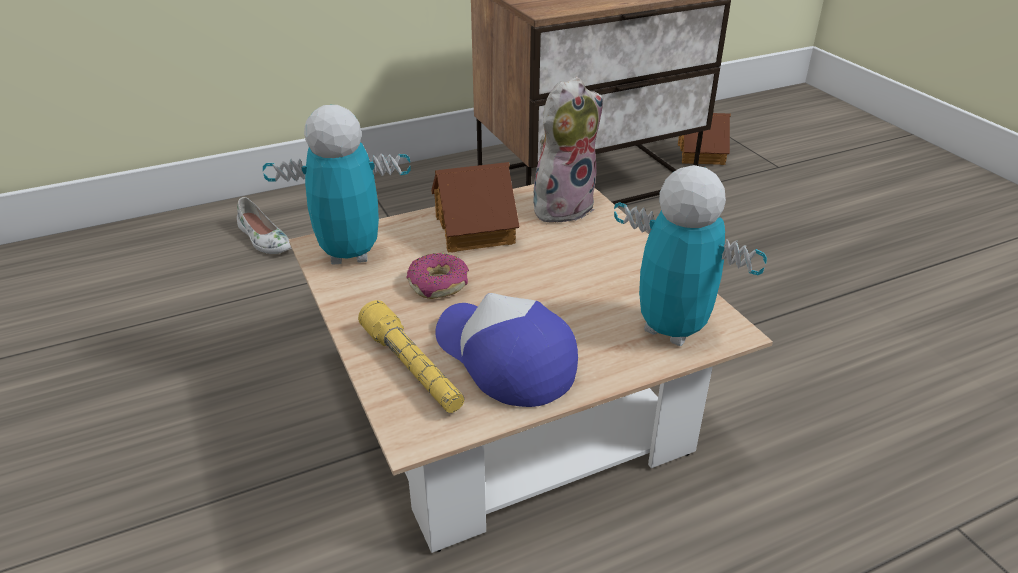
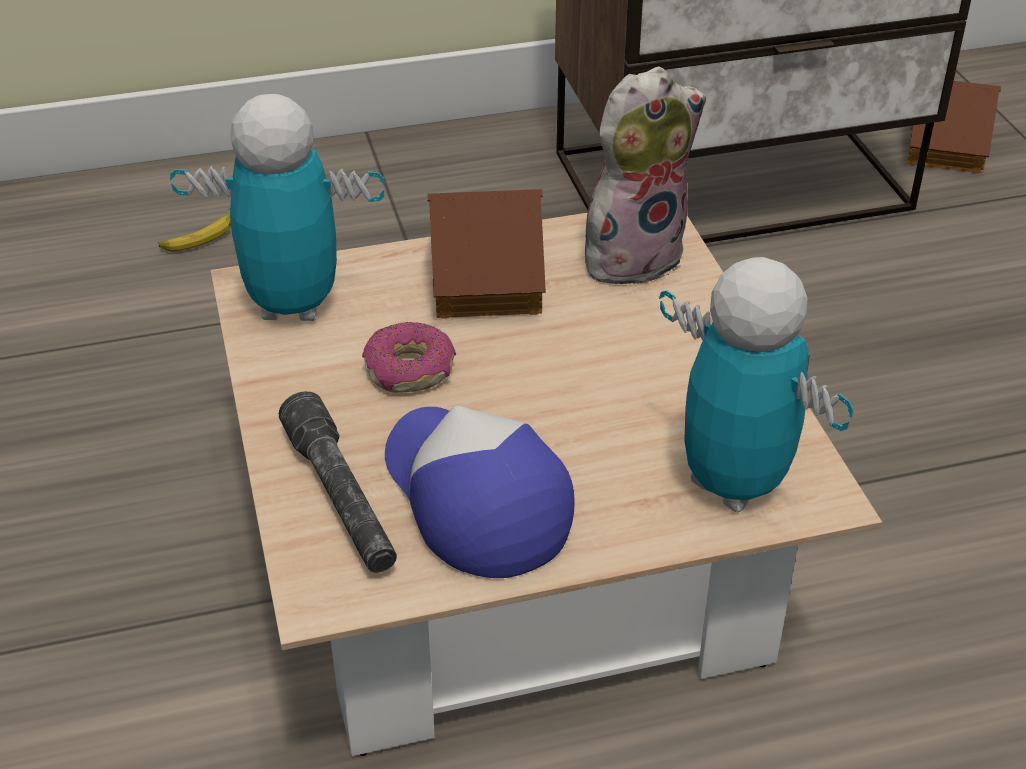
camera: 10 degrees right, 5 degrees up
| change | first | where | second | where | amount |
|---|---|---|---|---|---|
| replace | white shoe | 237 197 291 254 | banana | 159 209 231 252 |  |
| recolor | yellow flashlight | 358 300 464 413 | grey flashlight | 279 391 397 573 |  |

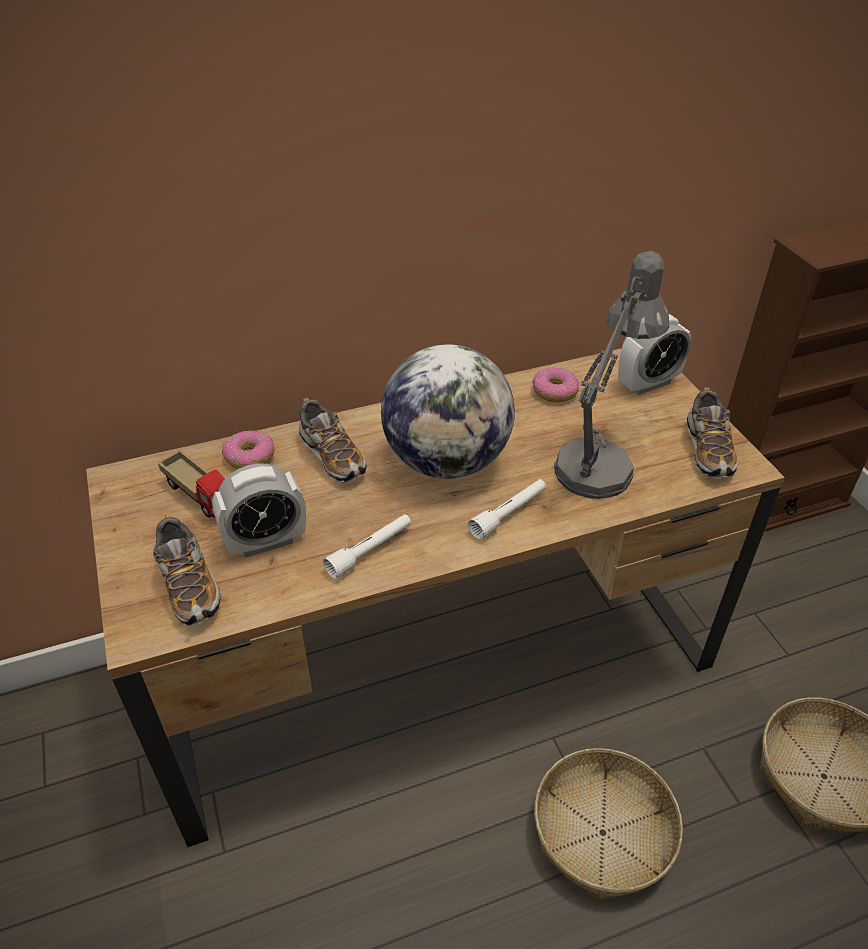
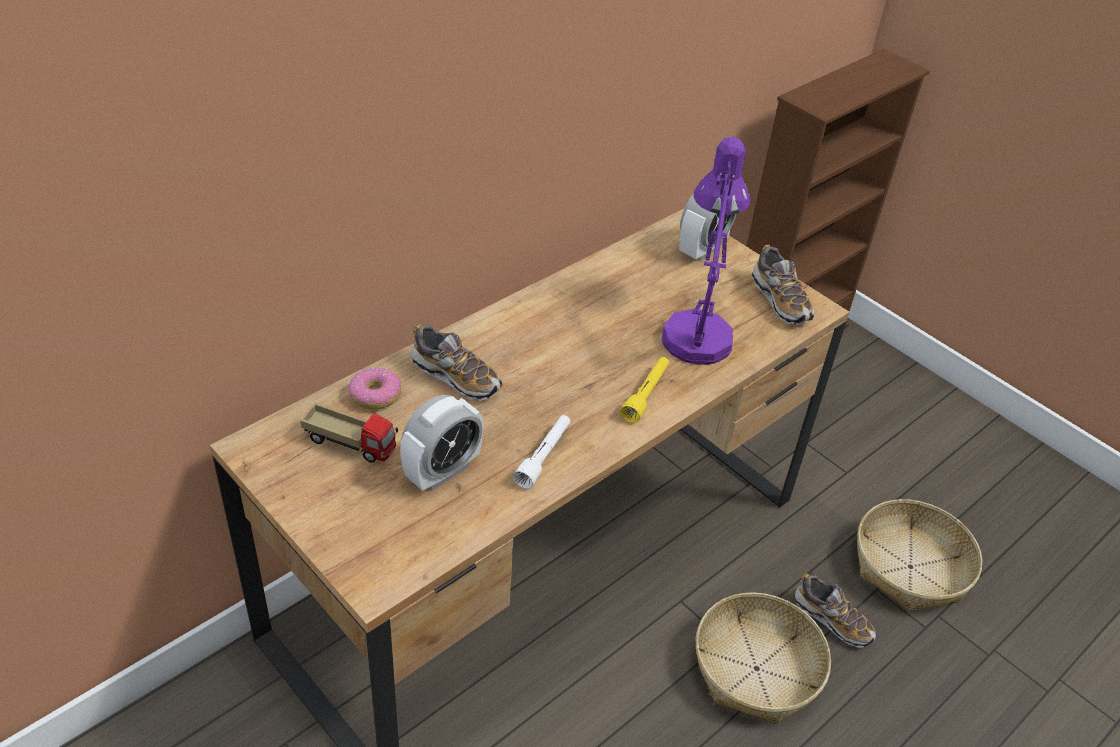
camera: 25 degrees left, 0 degrees up
| change | first | where | second | where | amount |
|---|---|---|---|---|---|
| move | shoe | 153 515 221 626 |  | 795 573 876 648 |  |
| delete | globe | 381 344 515 479 |  |  |  |
| recolor | white flashlight | 468 479 546 540 | yellow flashlight | 620 357 669 423 |  |
| delete | donut | 532 367 579 402 |  |  |  |
| recolor | grey table lamp | 554 251 669 499 | purple table lamp | 662 137 751 365 |  |

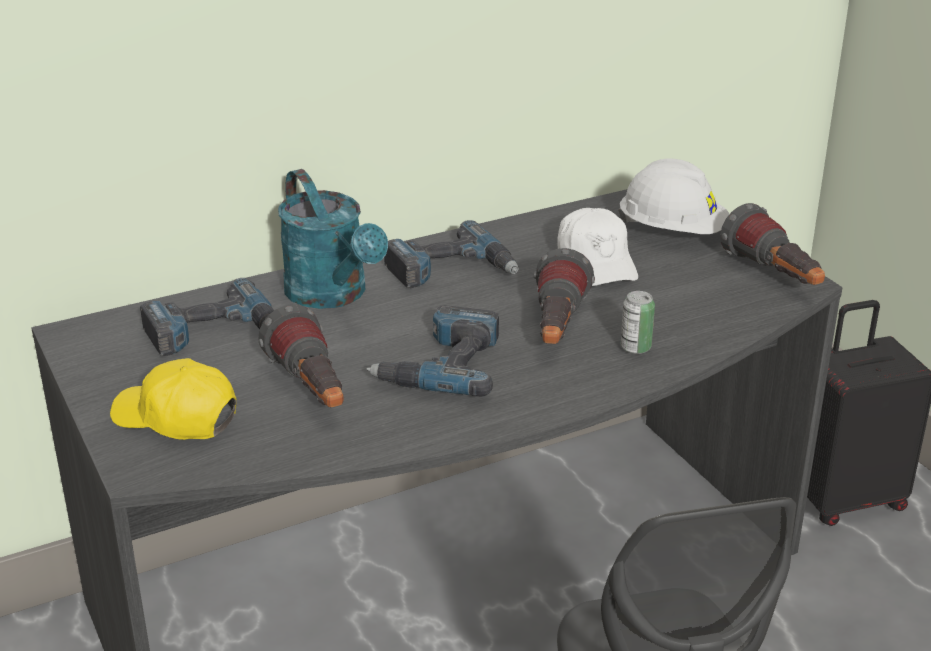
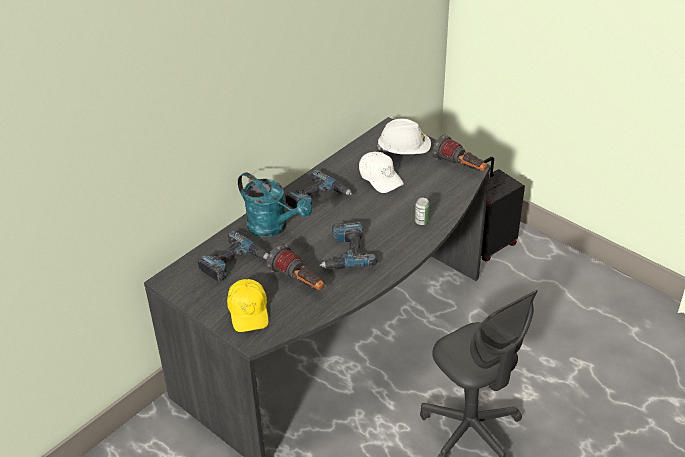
camera: 20 degrees left, 10 degrees up
| change | first | where | second | where | amount |
|---|---|---|---|---|---|
| rotate | yellow cap | 110 358 237 440 |  | 227 279 268 332 | 105 degrees counterclockwise |
| delete | flashlight | 534 248 595 344 |  |  |  |

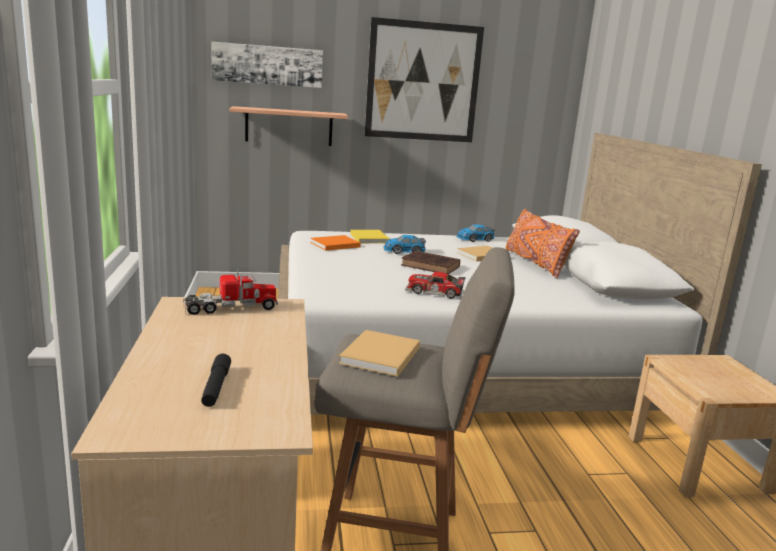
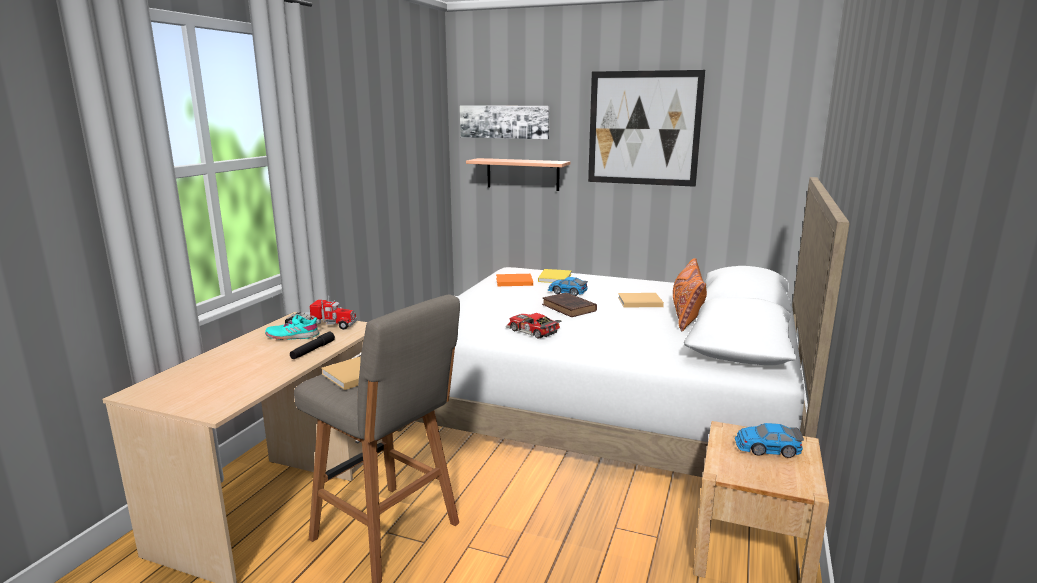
camera: 30 degrees right, 0 degrees up
| change | first | where | second | where | amount |
|---|---|---|---|---|---|
| move | black flashlight | 201 354 231 407 |  | 290 332 335 359 |  |
| move | toy car | 456 224 495 242 |  | 735 423 804 458 |  |
| insert |  |  | turquoise shoe | 265 315 319 340 |  |

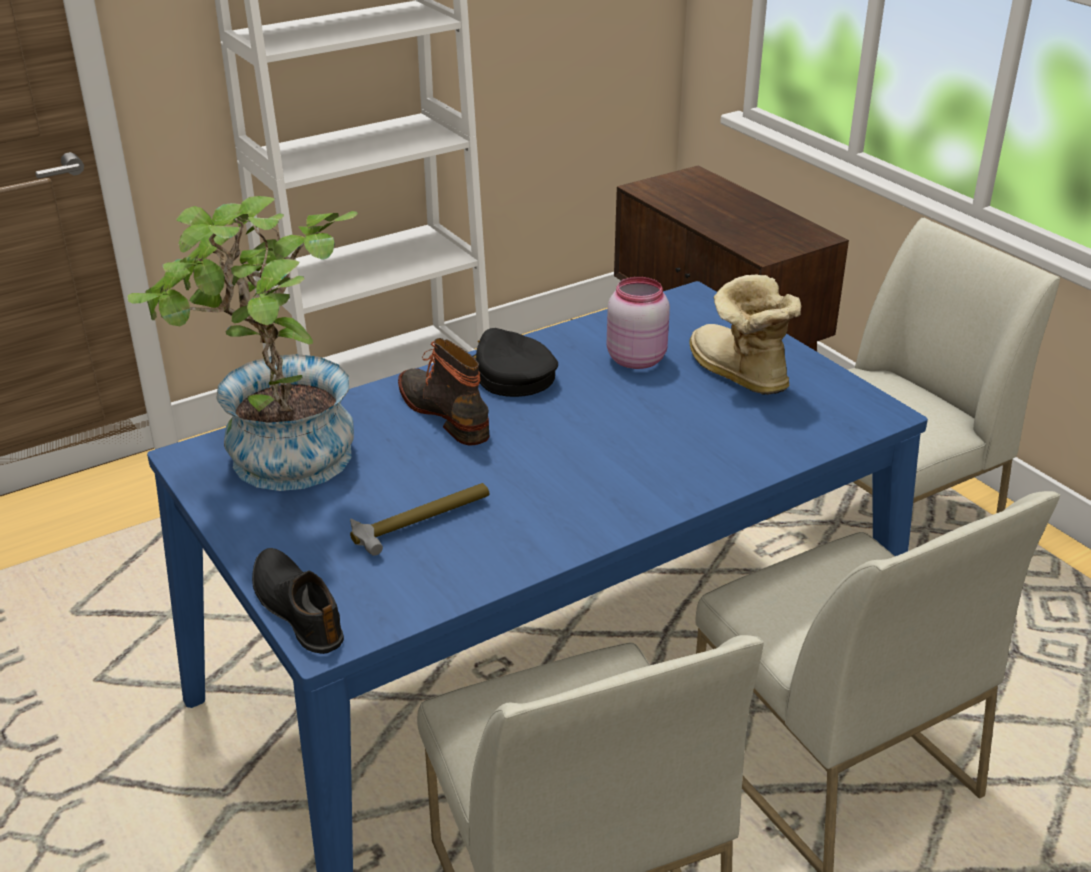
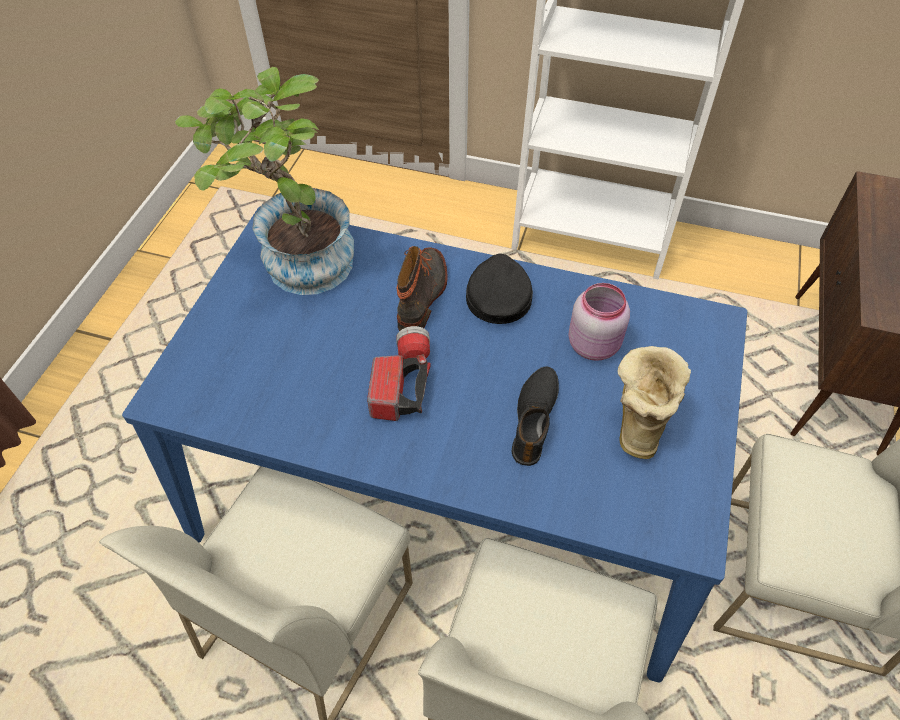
camera: 50 degrees right, 20 degrees up
| change | first | where | second | where | amount |
|---|---|---|---|---|---|
| move | black shoe | 252 548 344 654 |  | 512 367 559 466 |  |
| delete | hammer | 350 483 489 556 |  |  |  |
| insert |  |  | flashlight | 367 326 431 421 |  |

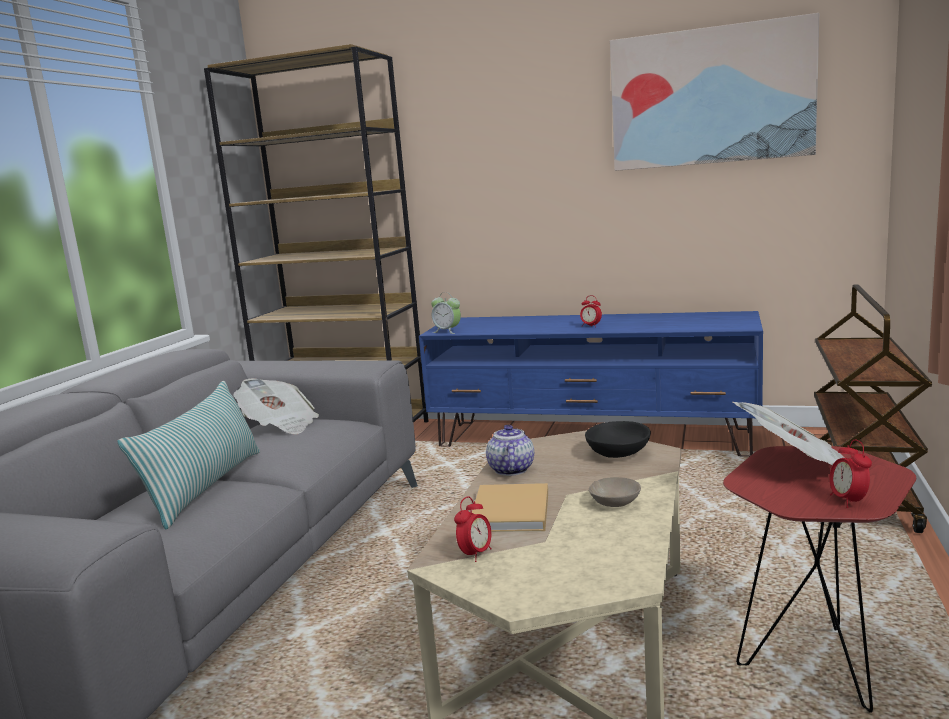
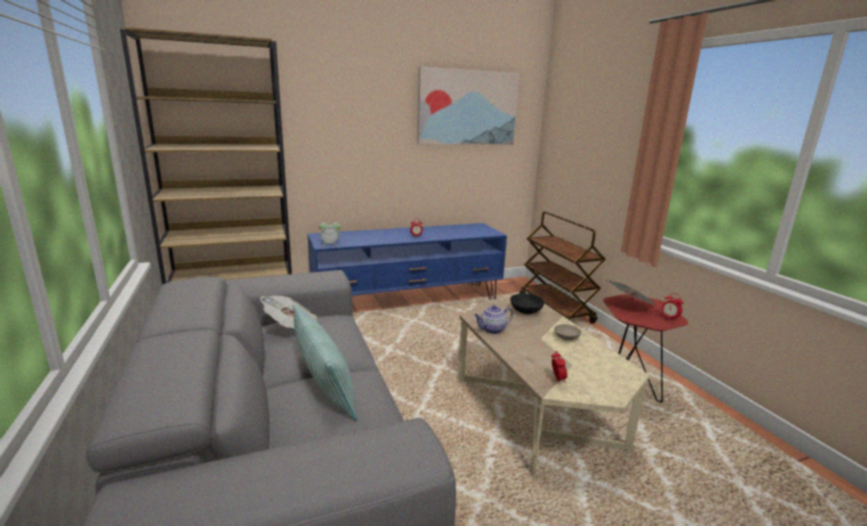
camera: 40 degrees left, 5 degrees up
| change | first | where | second | where | amount |
|---|---|---|---|---|---|
| delete | beige book | 472 483 548 532 |  |  |  |
| rotate | teapot | 486 425 534 476 |  | 474 305 513 334 | 75 degrees counterclockwise |

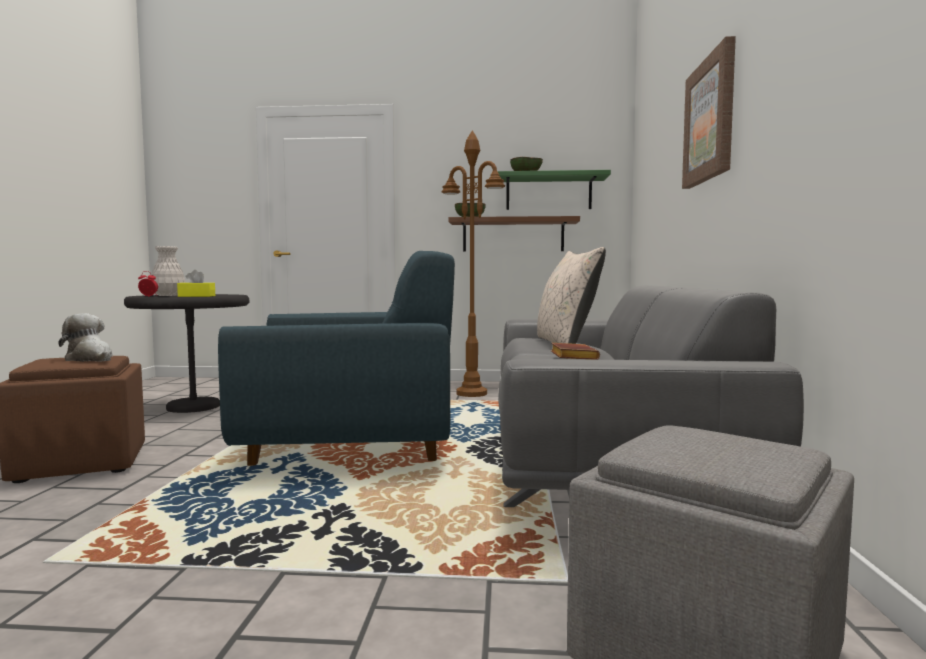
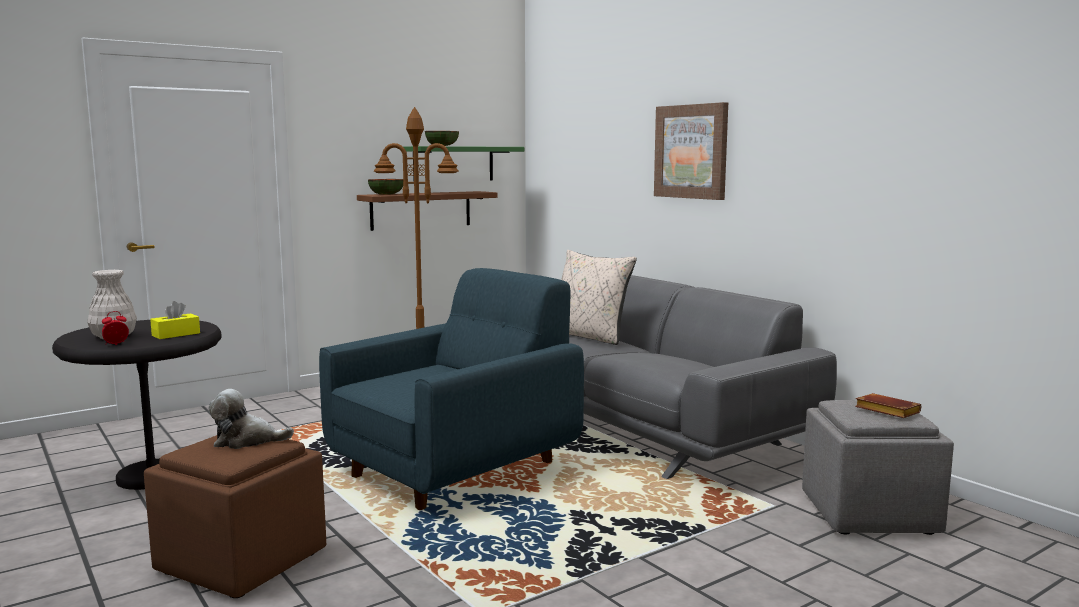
camera: 40 degrees left, 5 degrees up
| change | first | where | second | where | amount |
|---|---|---|---|---|---|
| move | brown book | 551 343 600 360 |  | 855 393 921 418 |  |

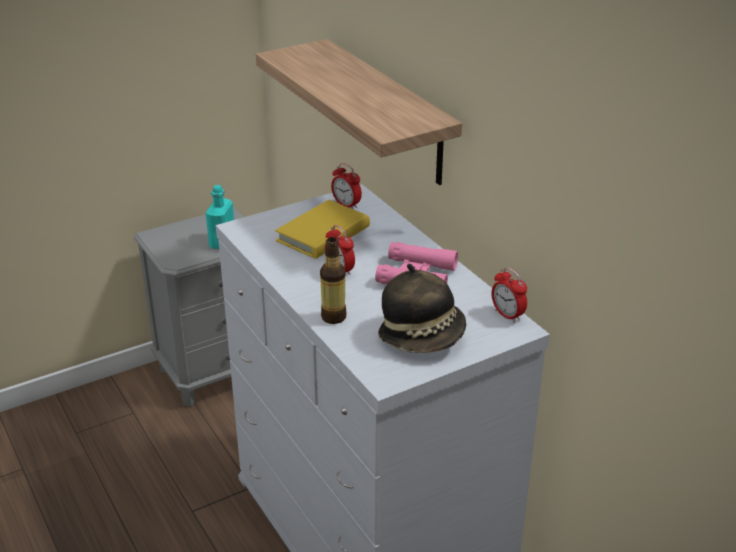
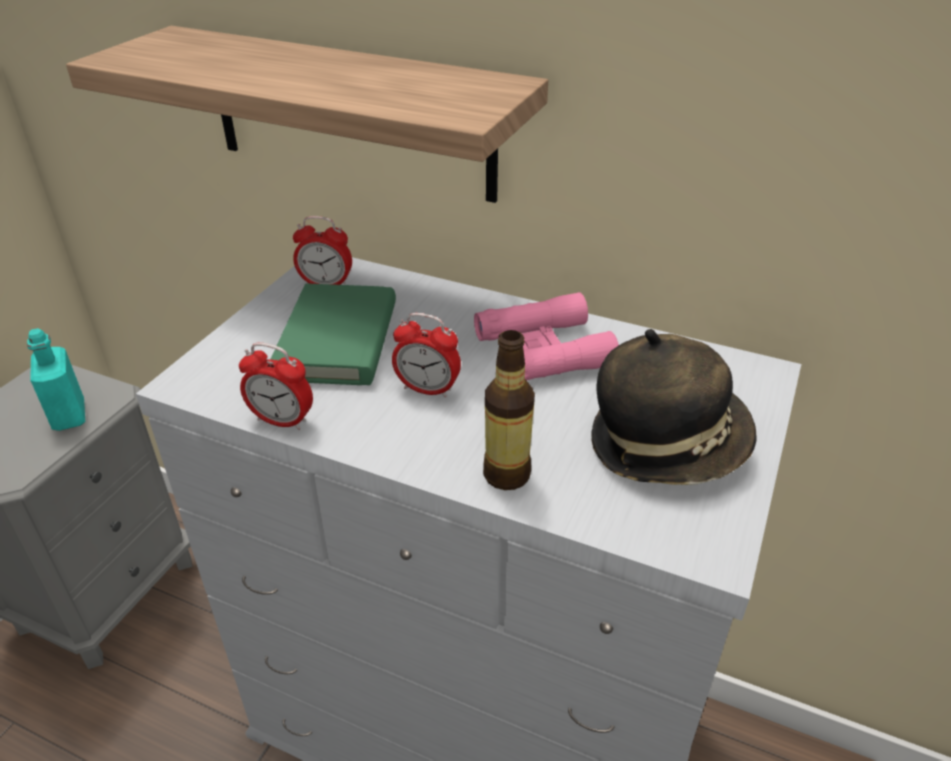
camera: 35 degrees left, 5 degrees up
| change | first | where | second | where | amount |
|---|---|---|---|---|---|
| recolor | yellow book | 275 200 370 259 | green book | 271 284 396 385 |  |
| move | alarm clock | 491 267 527 323 |  | 239 343 313 430 |  |

